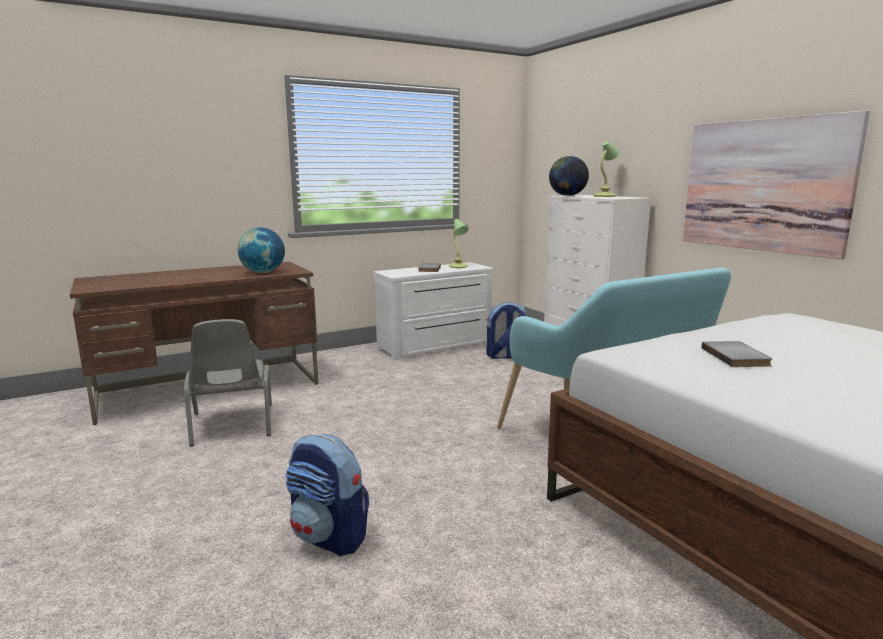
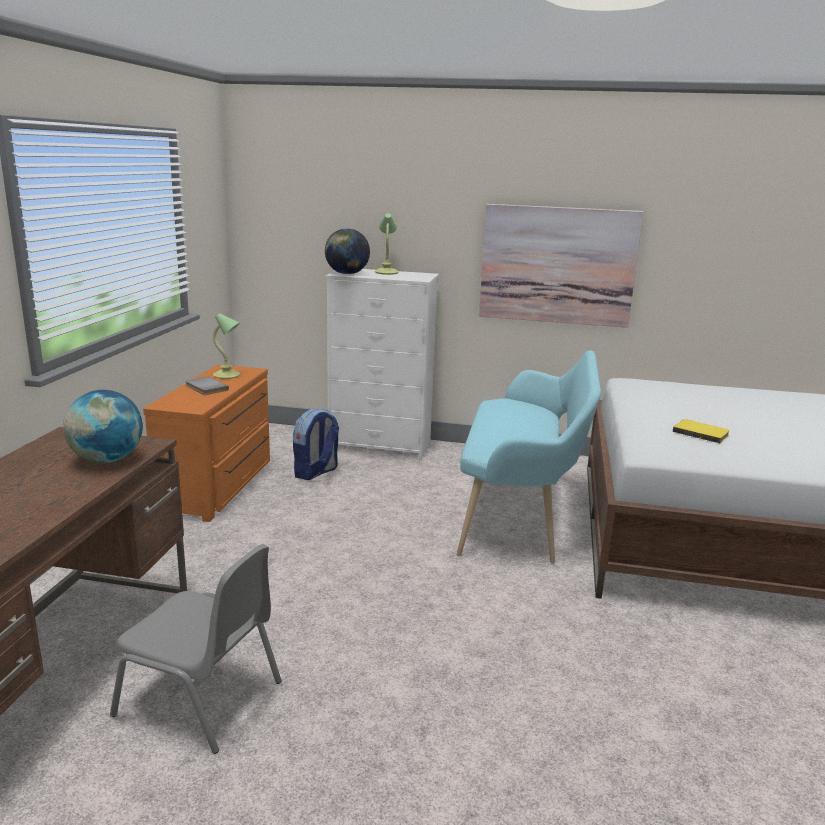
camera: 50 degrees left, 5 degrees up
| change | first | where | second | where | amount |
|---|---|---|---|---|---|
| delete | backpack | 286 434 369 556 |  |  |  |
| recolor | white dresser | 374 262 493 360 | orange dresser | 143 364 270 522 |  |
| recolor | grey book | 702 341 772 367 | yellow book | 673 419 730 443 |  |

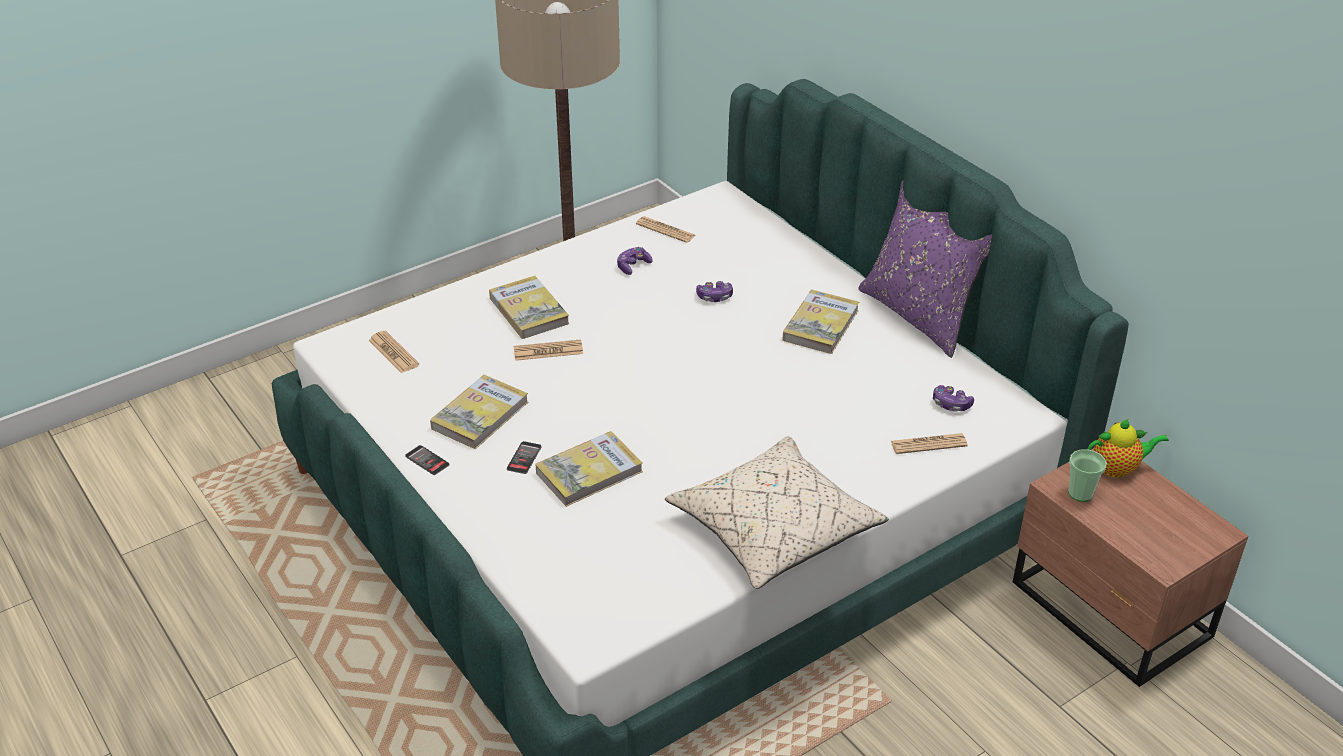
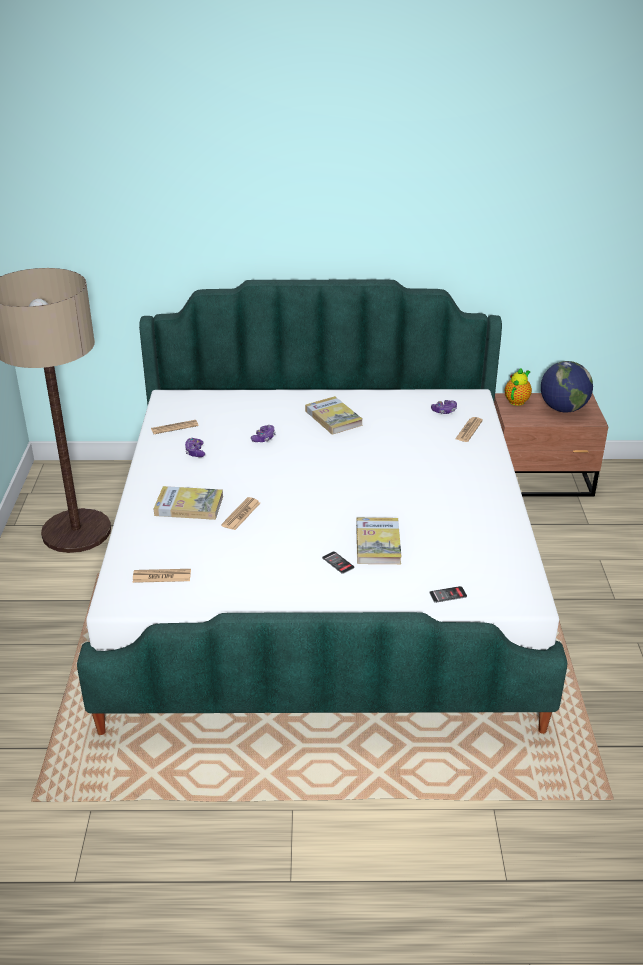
camera: 55 degrees left, 5 degrees down
| change | first | where | second | where | amount |
|---|---|---|---|---|---|
| move | phone | 405 445 449 475 |  | 429 586 467 603 |  |
| delete | book | 430 375 528 449 |  |  |  |
| delete | beige pillow | 665 436 889 589 |  |  |  |
| delete | purple pillow | 858 180 992 358 |  |  |  |
| delete | cup | 1068 449 1107 502 |  |  |  |
| insert |  |  | globe | 541 361 593 412 |  |

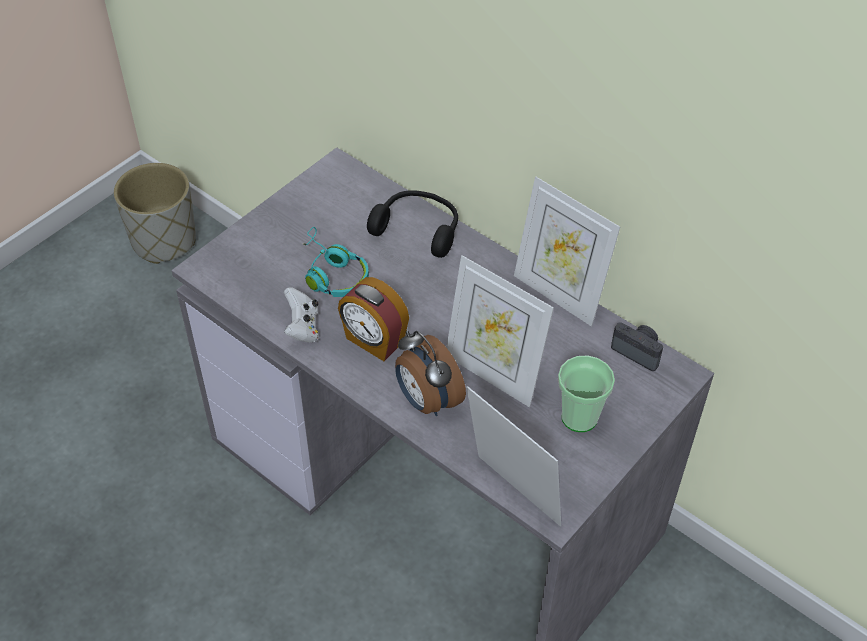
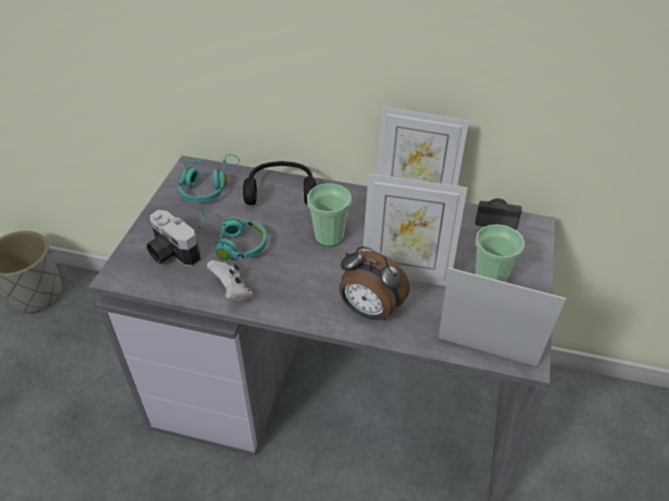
camera: 25 degrees left, 5 degrees down
| change | first | where | second | where | amount |
|---|---|---|---|---|---|
| delete | alarm clock | 338 277 409 361 |  |  |  |
| insert |  |  | photo camera | 147 210 201 266 |  |
| insert |  |  | turquoise headphones | 178 154 240 202 |  |
| insert |  |  | cup | 307 183 352 247 |  |

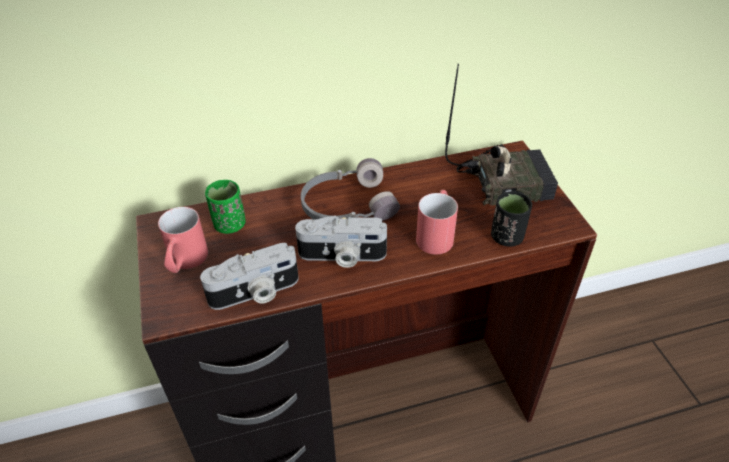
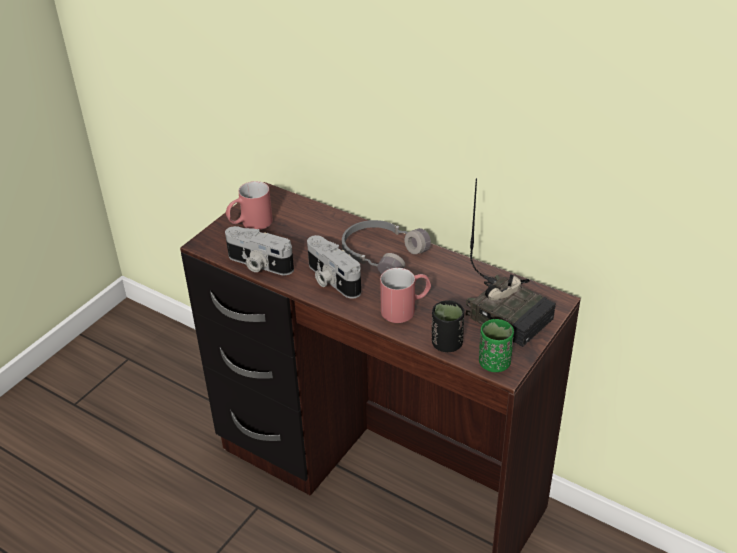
camera: 50 degrees right, 5 degrees down
| change | first | where | second | where | amount |
|---|---|---|---|---|---|
| move | green cup | 205 180 246 234 |  | 479 319 514 372 |  |

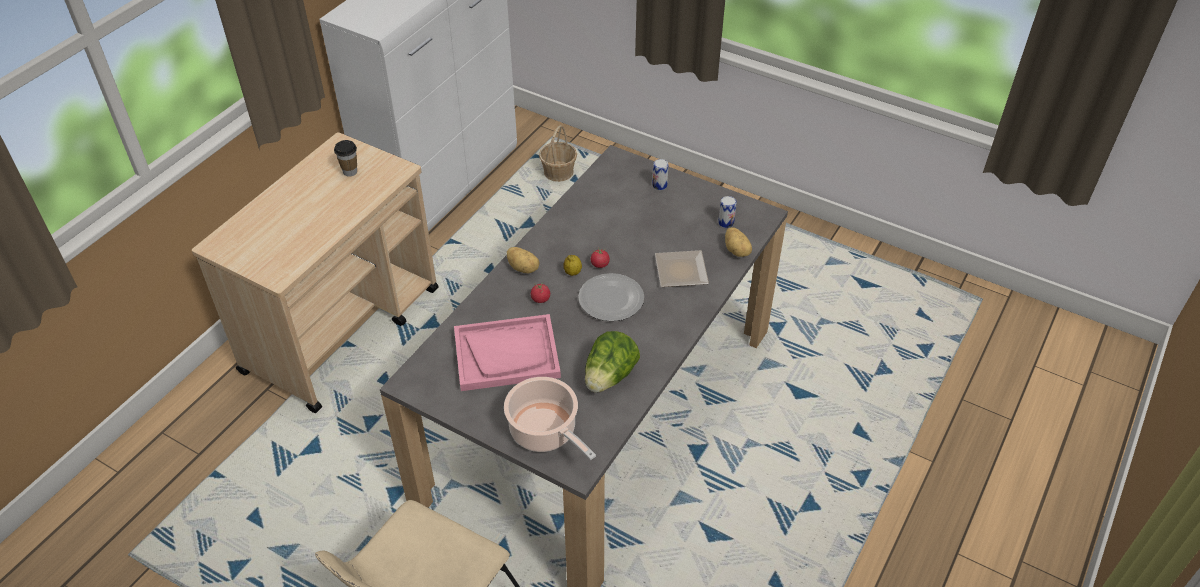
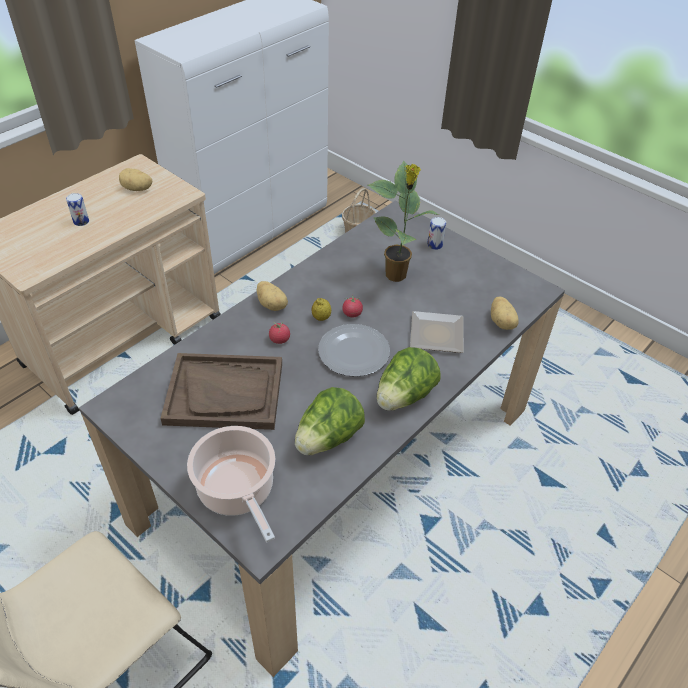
camera: 10 degrees right, 0 degrees up
| change | first | where | second | where | amount |
|---|---|---|---|---|---|
| replace | cup | 334 140 357 177 | potato | 119 168 152 191 |  |
| recolor | pink tray | 454 314 561 391 | brown tray | 160 353 282 430 |  |
| move | can | 718 196 737 228 |  | 66 193 89 226 |  |
| insert |  |  | potted plant | 368 161 439 282 |  |
| insert |  |  | lettuce | 377 347 441 411 |  |

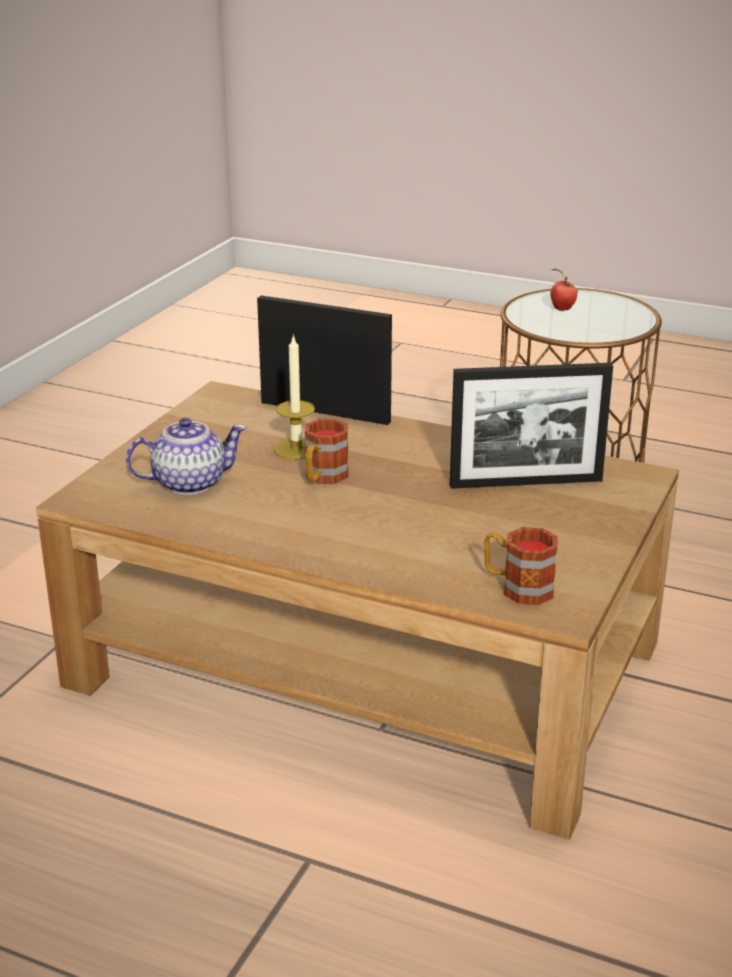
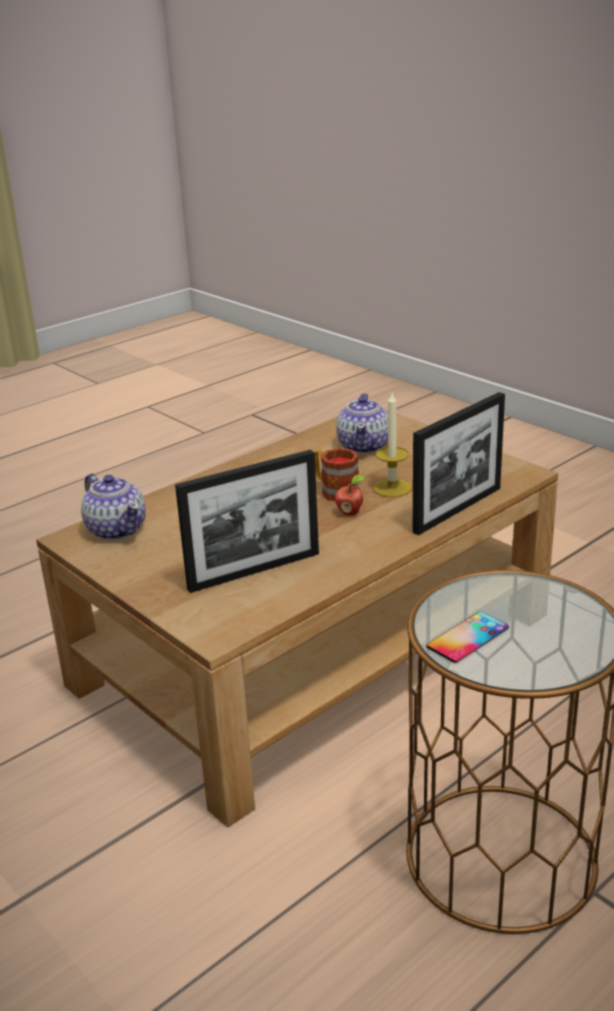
camera: 115 degrees right, 0 degrees up
| change | first | where | second | where | amount |
|---|---|---|---|---|---|
| rotate | picture frame | 450 363 613 489 |  | 175 450 319 593 | 135 degrees counterclockwise |
| replace | mug | 484 527 558 605 | teapot | 81 474 146 540 |  |
| move | apple | 550 269 578 311 |  | 335 474 365 515 |  |
| insert |  |  | phone | 426 611 509 663 |  |

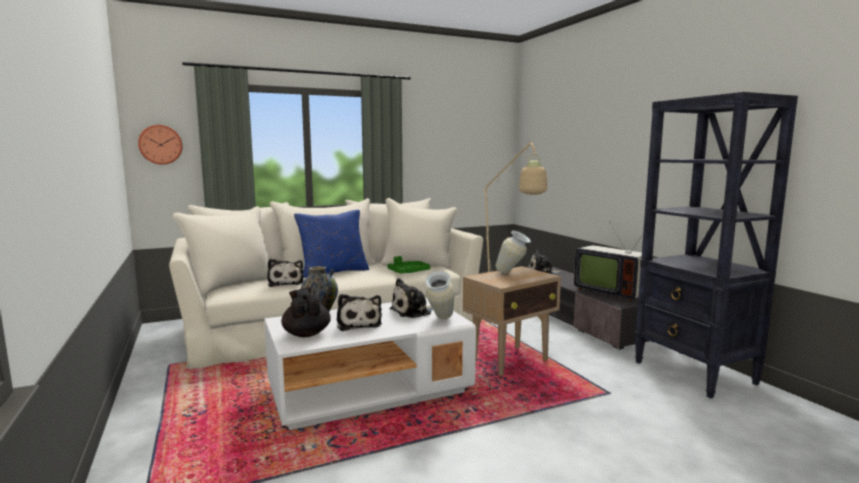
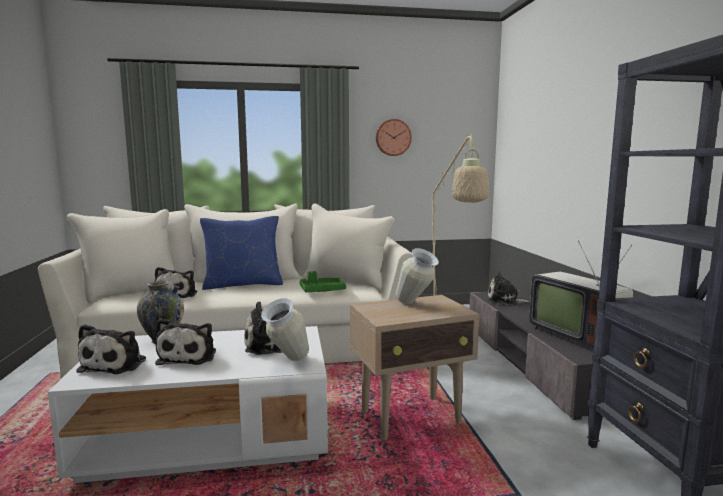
camera: 15 degrees right, 0 degrees up
| change | first | where | second | where | amount |
|---|---|---|---|---|---|
| move | wall clock | 138 125 182 165 |  | 376 119 412 156 |  |
| replace | black teapot | 281 288 331 337 | plush toy | 76 324 146 374 |  |

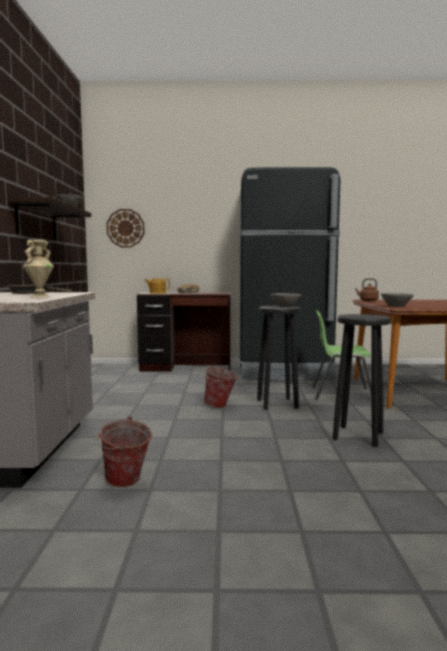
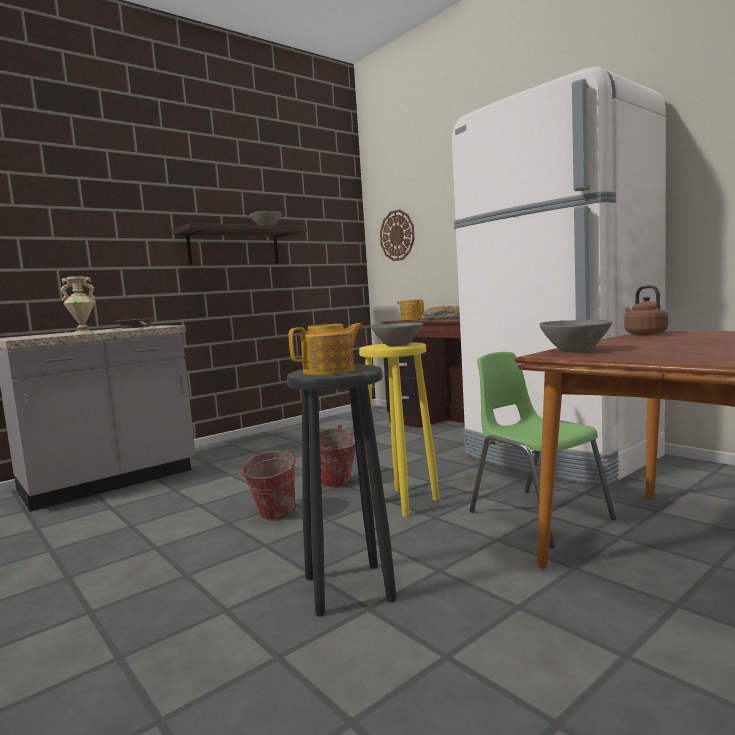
camera: 50 degrees right, 0 degrees up
| change | first | where | second | where | amount |
|---|---|---|---|---|---|
| move | bucket | 96 416 152 487 |  | 239 449 296 520 |  |
| recolor | black fridge | 239 167 340 381 | white fridge | 452 66 666 486 |  |
| recolor | black stool | 257 306 300 410 | yellow stool | 359 342 440 517 |  |
| insert |  |  | teapot | 289 323 363 375 |  |

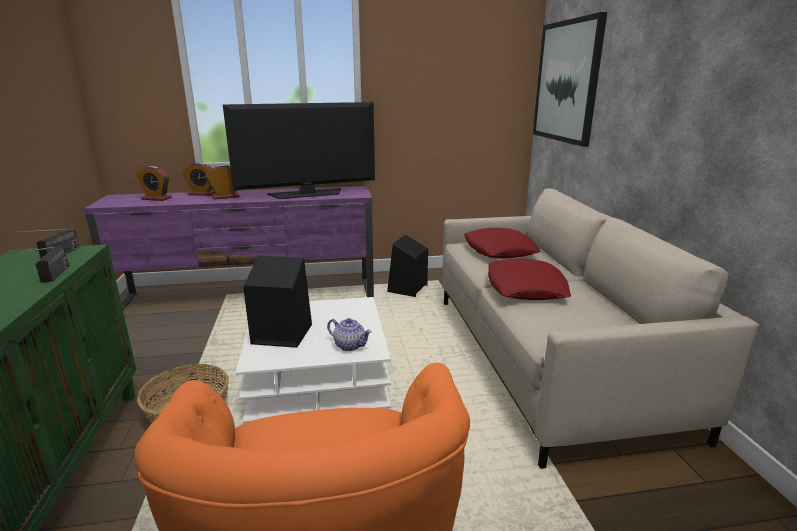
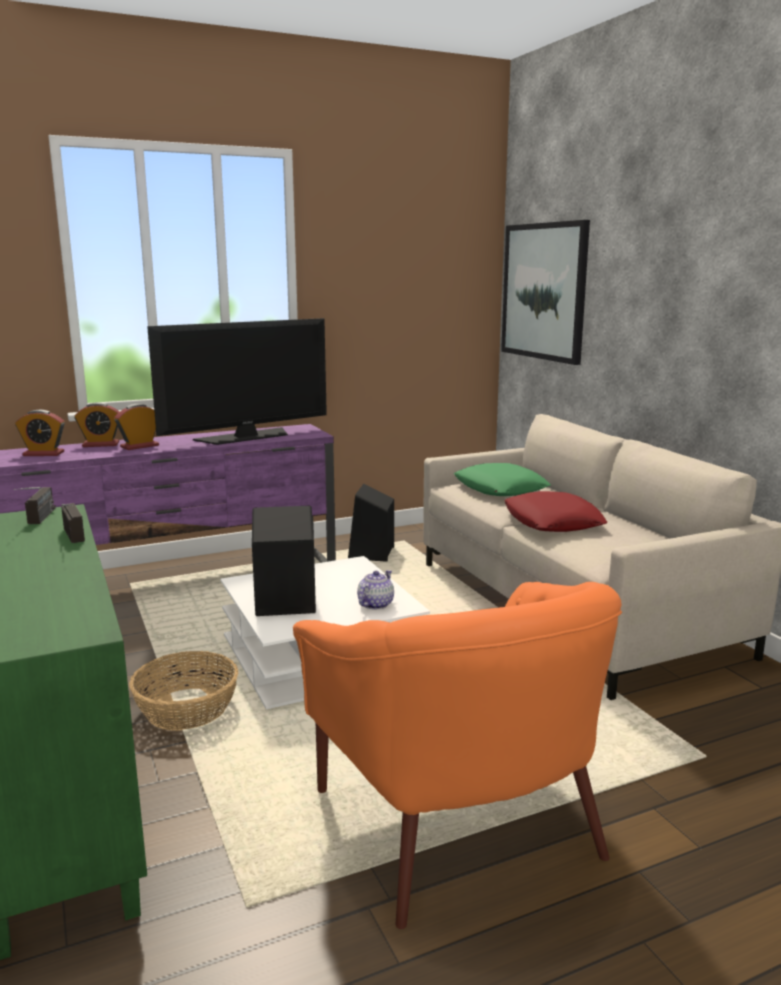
camera: 15 degrees left, 5 degrees down
| change | first | where | second | where | amount |
|---|---|---|---|---|---|
| rotate | teapot | 327 318 372 351 |  | 357 570 394 610 | 75 degrees counterclockwise |
| recolor | red pillow | 464 228 540 259 | green pillow | 454 463 551 496 |  |

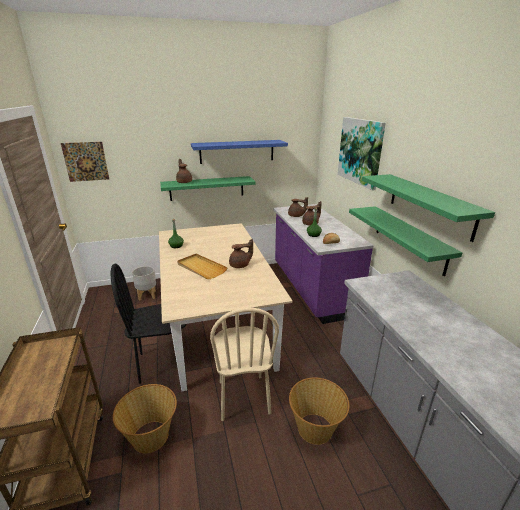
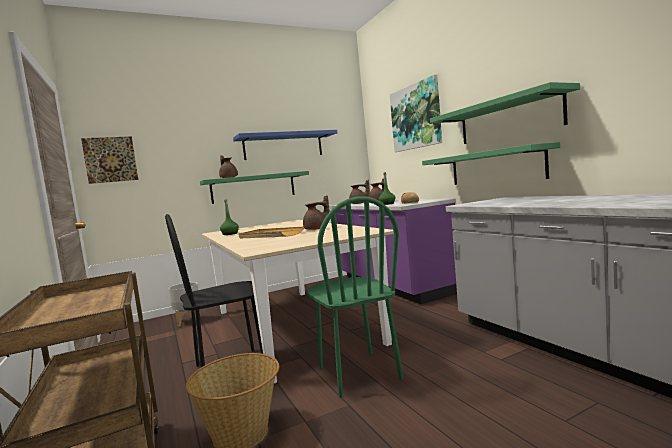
camera: 10 degrees left, 20 degrees down
| change | first | where | second | where | amount |
|---|---|---|---|---|---|
| recolor | beige chair | 210 308 279 421 | green chair | 307 196 403 398 |  |
| delete | basket | 289 378 350 445 |  |  |  |

